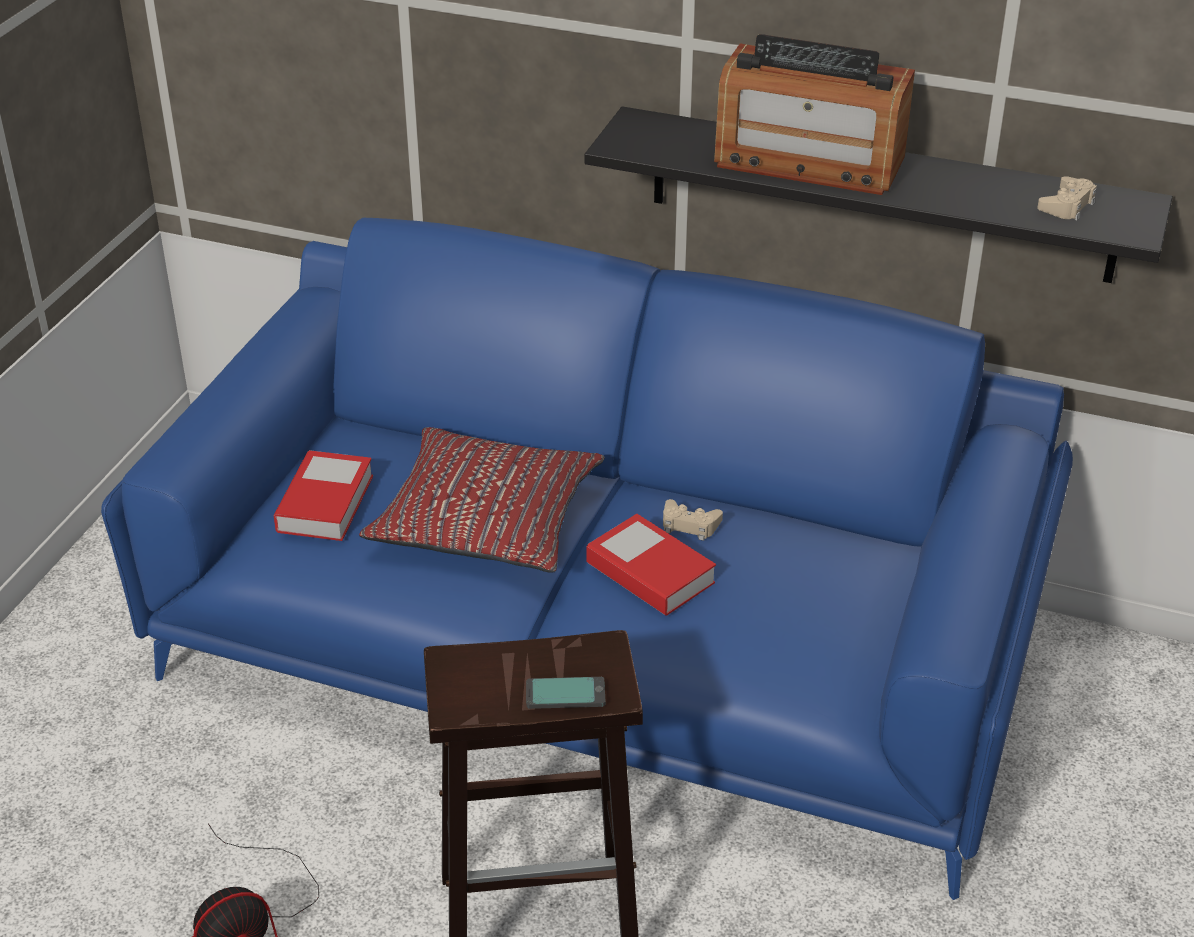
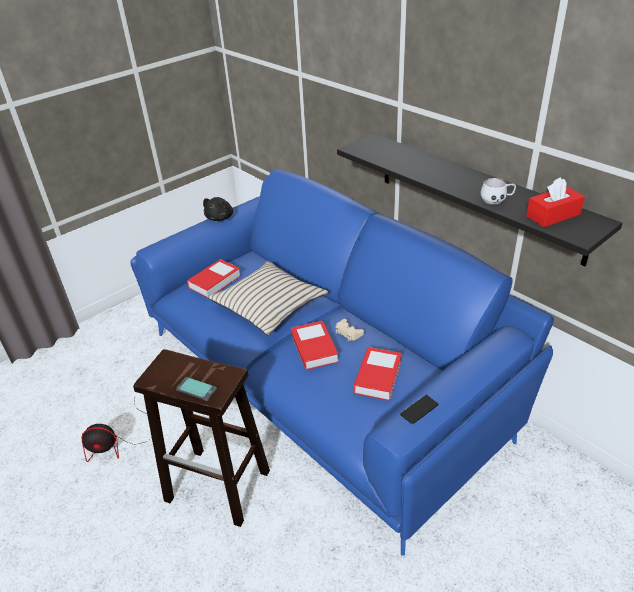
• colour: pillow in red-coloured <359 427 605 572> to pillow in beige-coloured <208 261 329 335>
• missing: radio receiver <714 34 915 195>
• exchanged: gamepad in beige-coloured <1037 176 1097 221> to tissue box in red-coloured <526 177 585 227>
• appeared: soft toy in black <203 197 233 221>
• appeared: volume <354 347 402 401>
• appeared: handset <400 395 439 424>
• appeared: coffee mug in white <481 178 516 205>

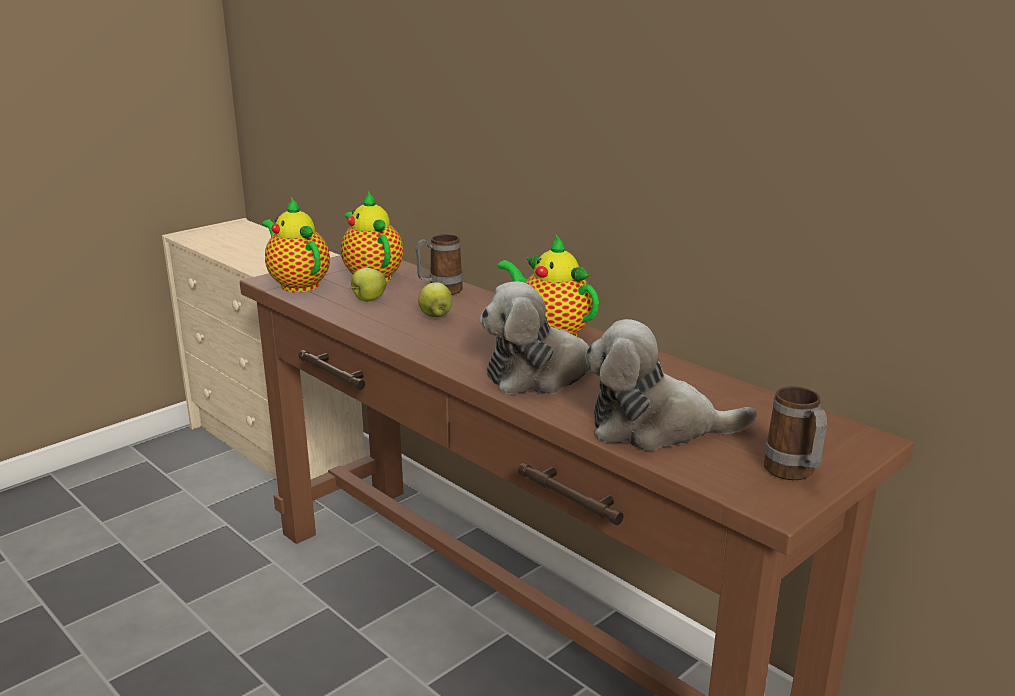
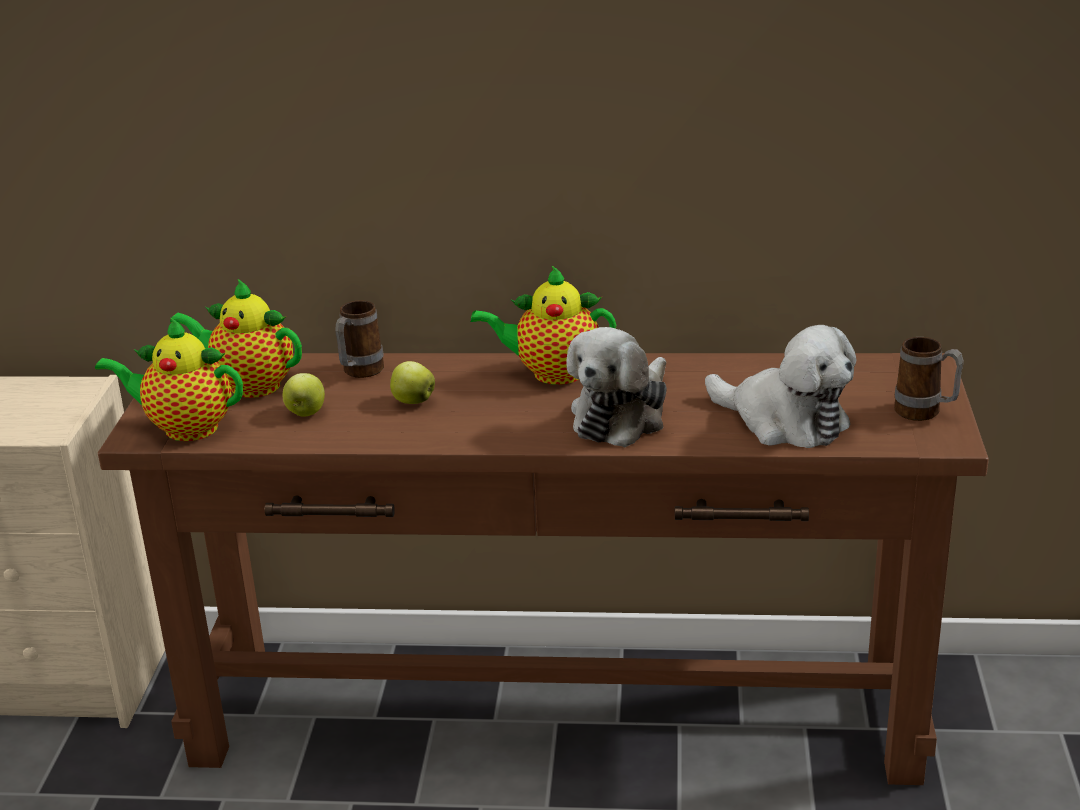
• spun: soft toy <585 319 757 451> = <705 325 856 448> 105 degrees counterclockwise

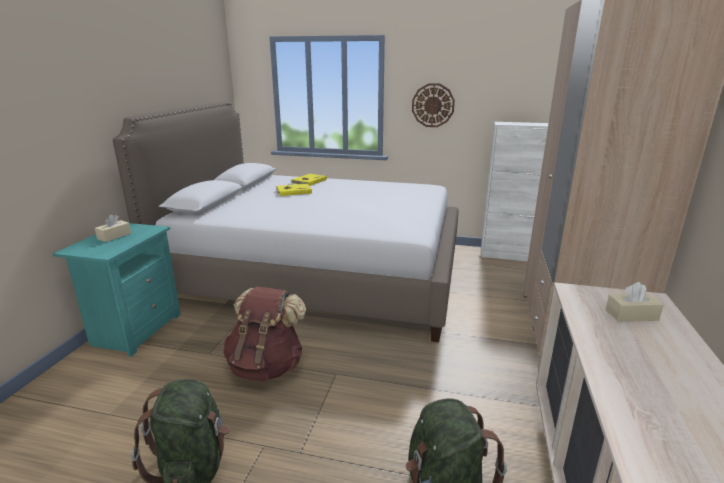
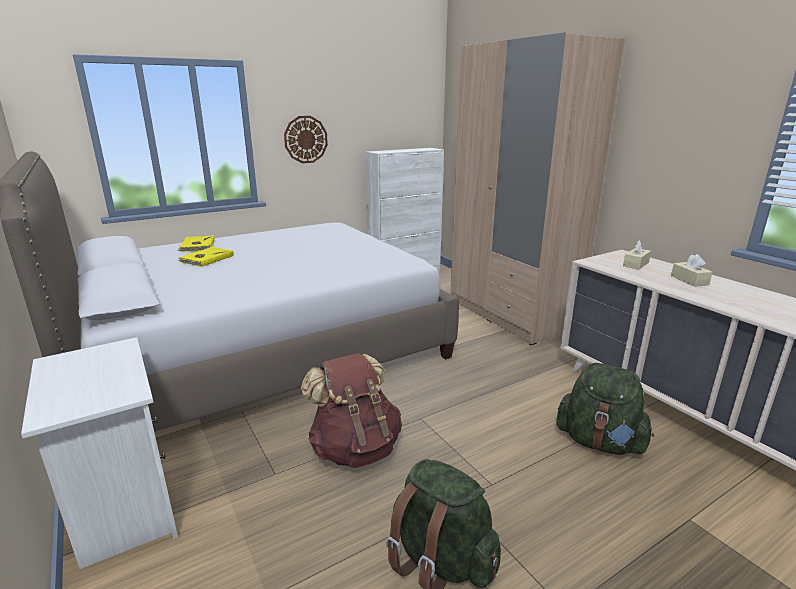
• colour: night table in turquoise <53 223 181 357> to night table in white <21 337 178 569>
• relocated: tissue box in beige-coloured <95 214 131 242> to <671 254 713 287>

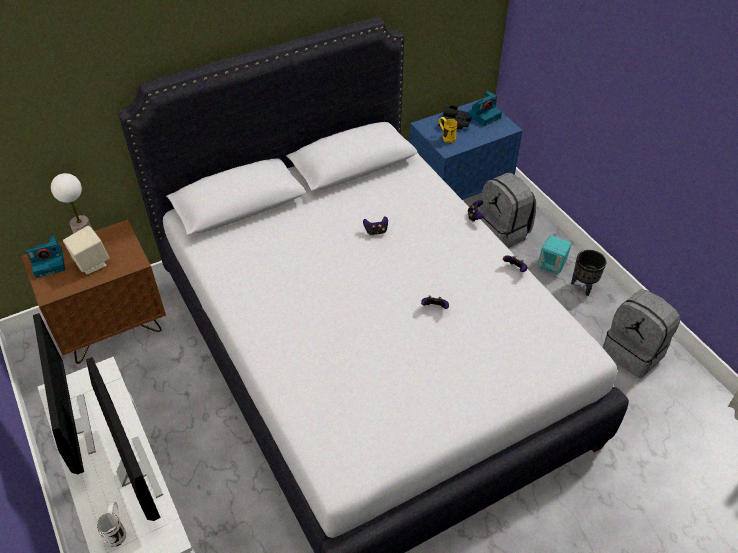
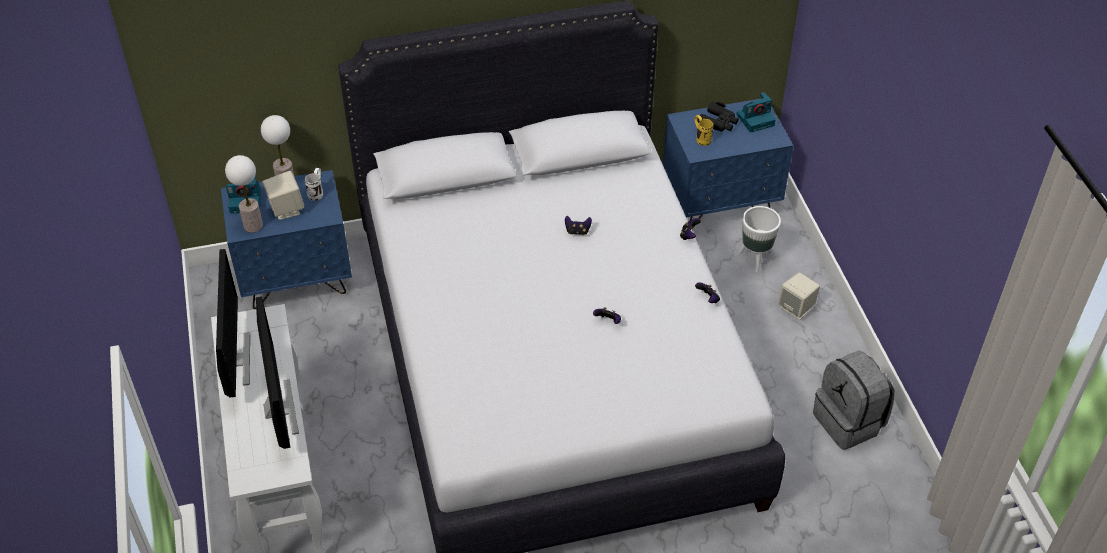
• colour: night table in brownish <21 220 166 364> to night table in blue-coloured <221 170 352 309>
• relocated: coffee mug in white <97 502 126 547> to <305 168 323 201>
• exchanged: rucksack in greyish <478 173 536 248> to planter in white <738 206 781 272>
• colour: audio speaker in turquoise <538 235 572 275> to audio speaker in beige-coloured <778 273 820 320>
• missing: planter in black <571 250 606 296>
• appeared: table lamp <225 155 263 233>

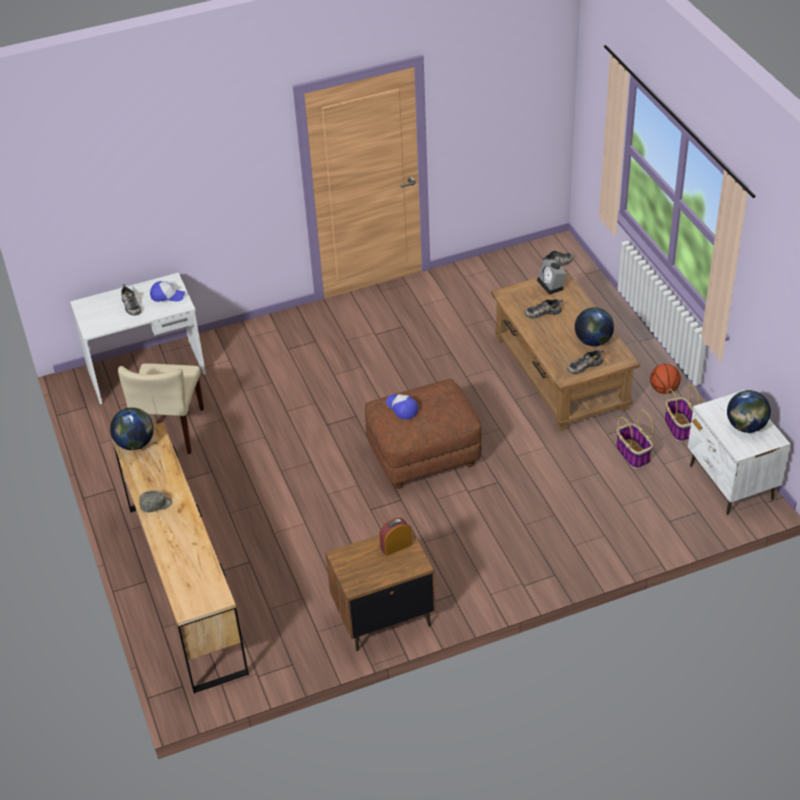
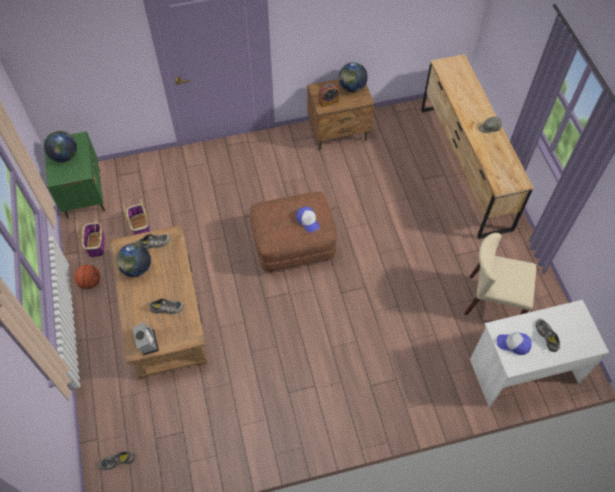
• relocated: globe <110 407 154 450> to <339 62 368 92>
• spun: chair in beige-coloured <118 363 204 454> = <464 233 536 315> 90 degrees counterclockwise
• colour: night table in white <688 390 790 515> to night table in green-coloured <44 131 105 219>

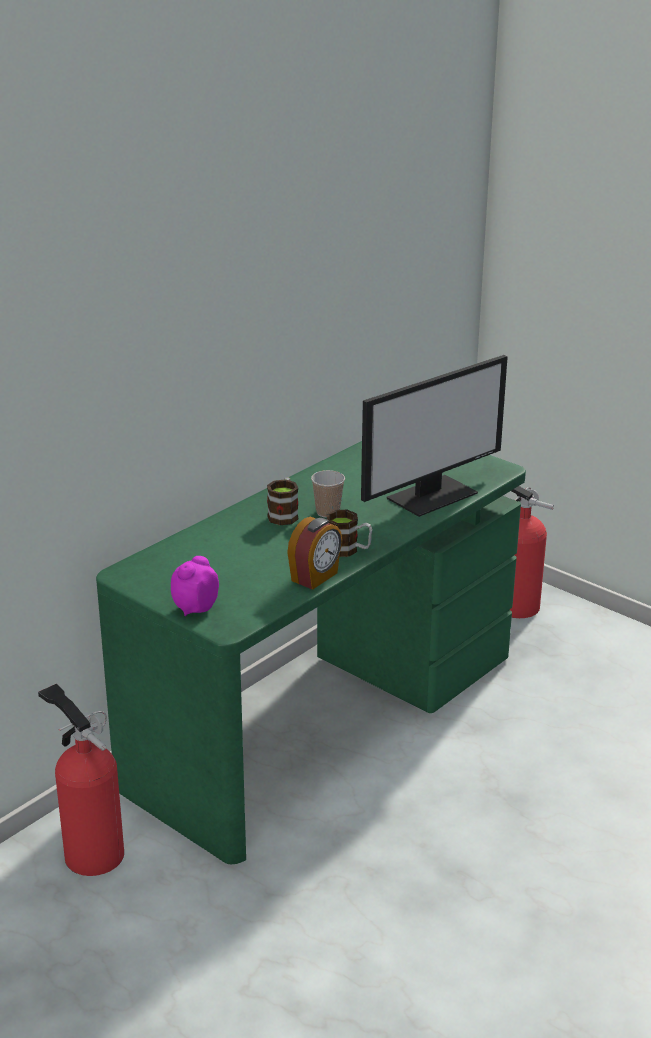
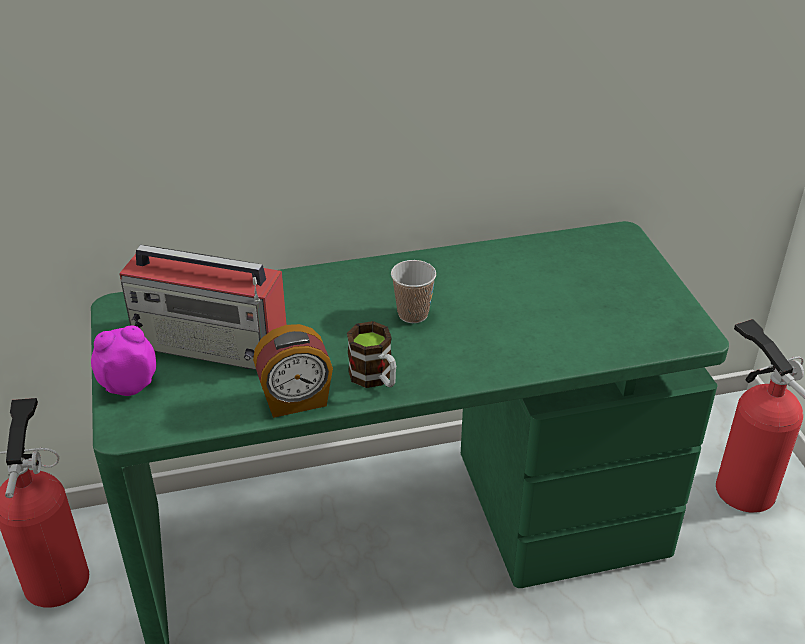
• missing: coffee mug <267 477 298 525>
• missing: monitor <361 355 508 517>
• appeared: radio receiver <119 245 287 370>

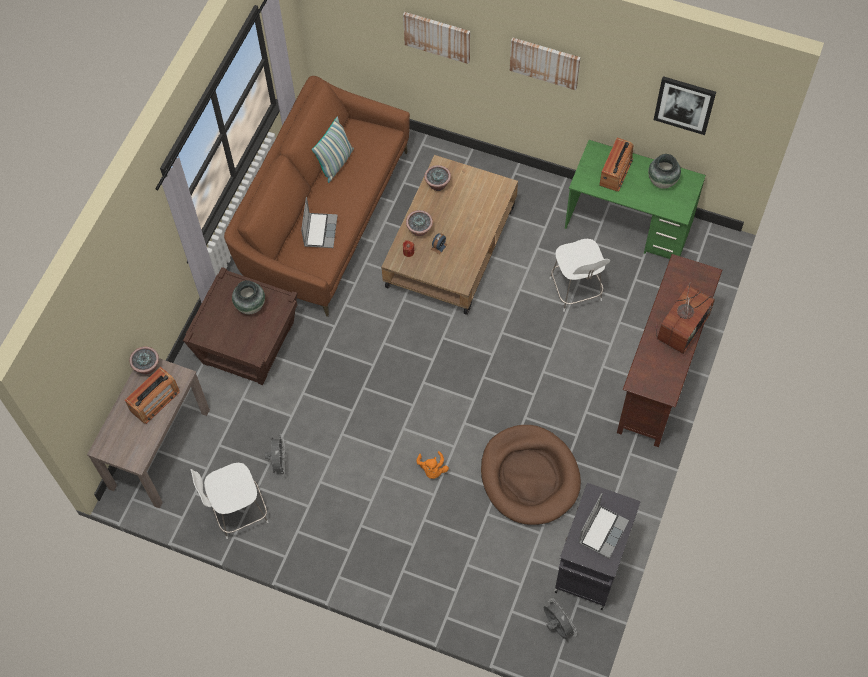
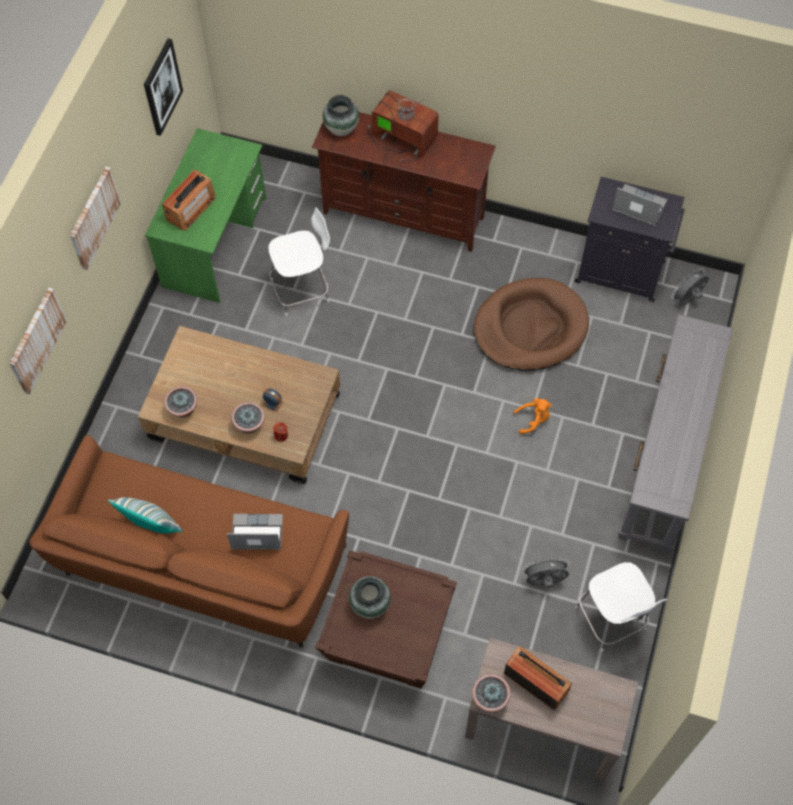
• spun: radio receiver <599 138 633 191> = <162 169 216 231> 105 degrees clockwise
• relocated: vase <648 154 681 189> to <323 95 359 136>
• appeared: narrow table in greyish <618 314 733 553>

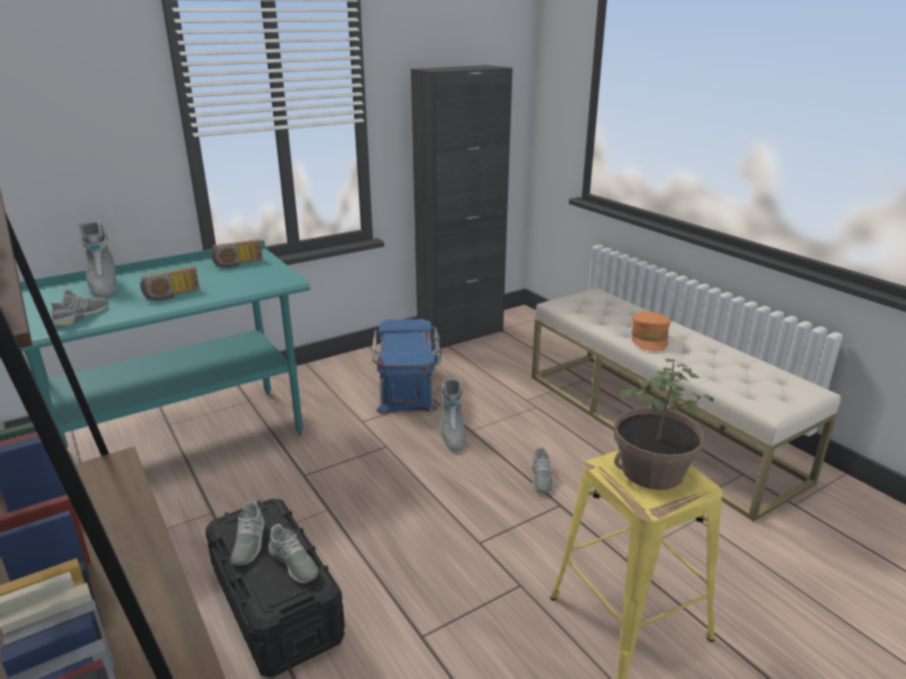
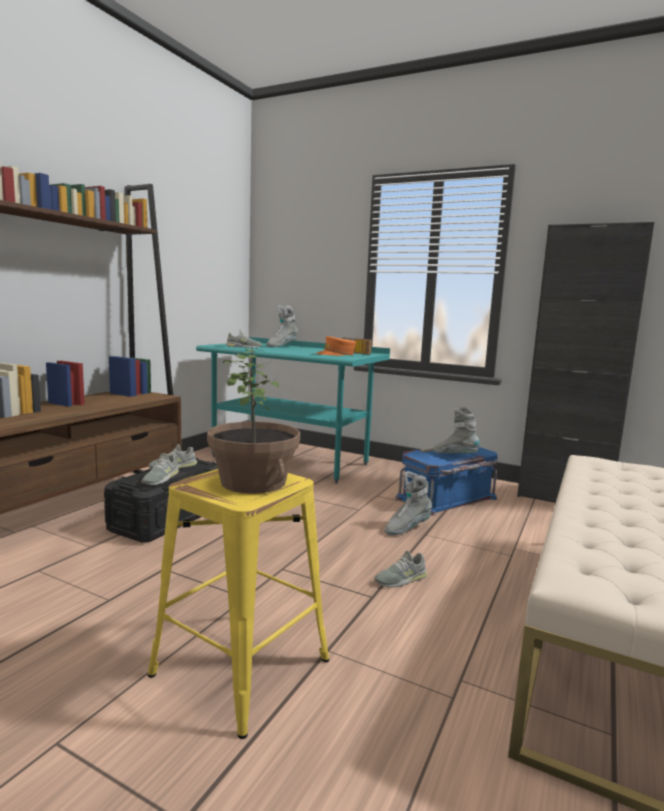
• missing: radio receiver <140 266 199 301>
• relocated: baseball cap in orangey <631 312 671 352> to <316 336 357 356>
• appeared: high-top boot in greyish <433 406 480 454>

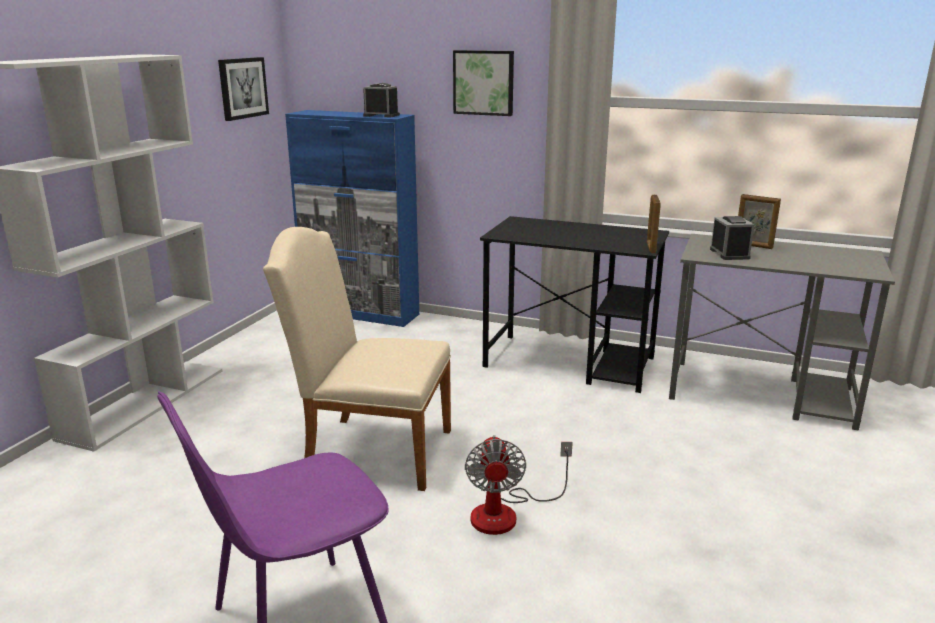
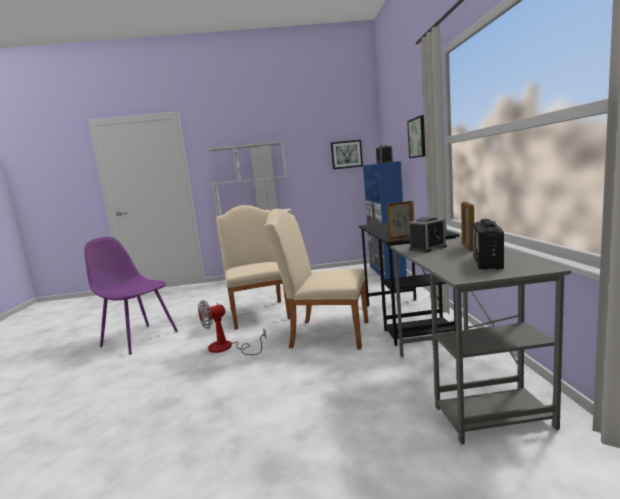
• appeared: chair in beige-coloured <264 209 368 349>
• appeared: radio receiver <472 219 504 270>

